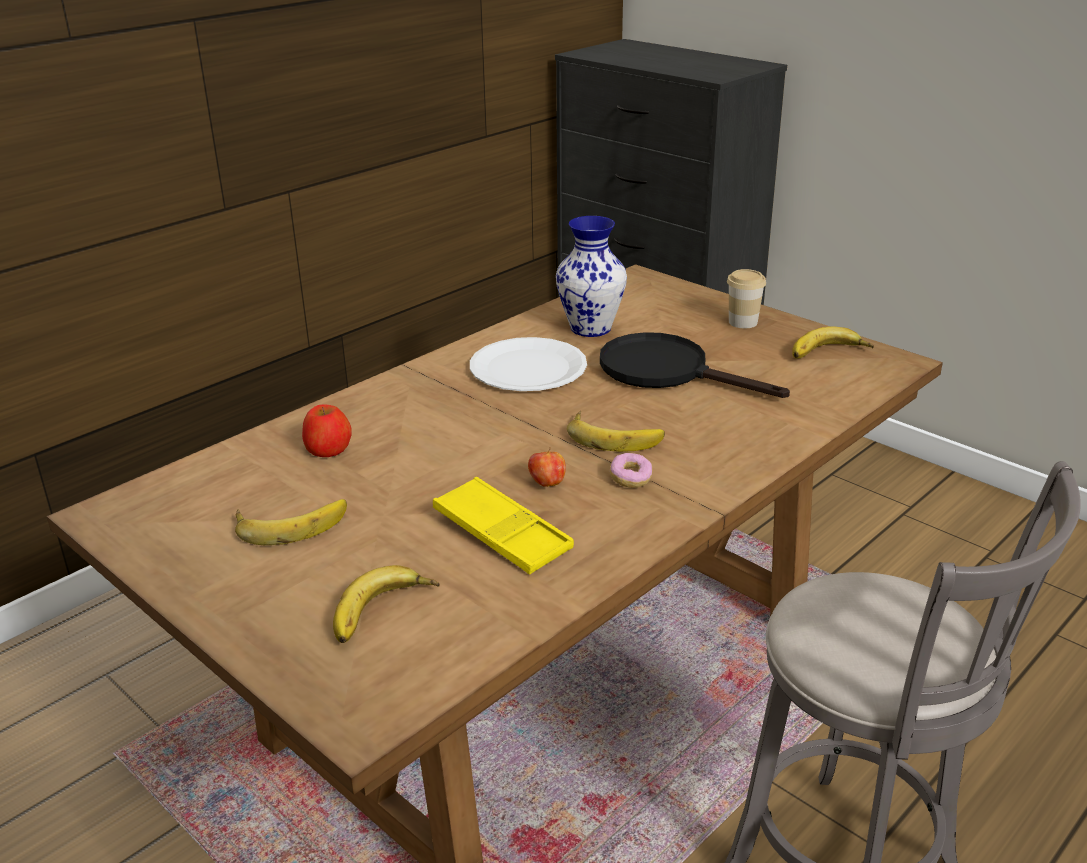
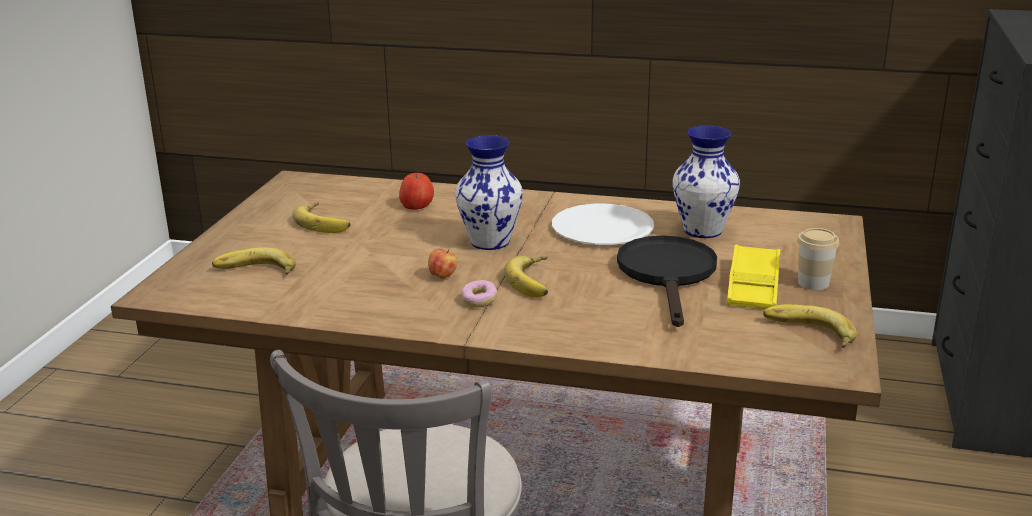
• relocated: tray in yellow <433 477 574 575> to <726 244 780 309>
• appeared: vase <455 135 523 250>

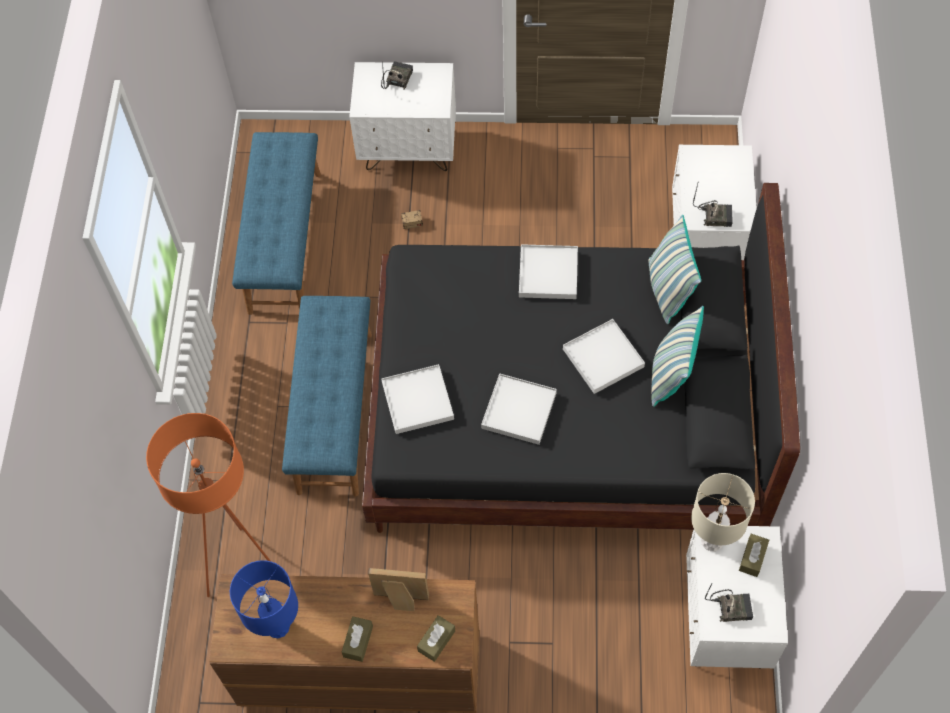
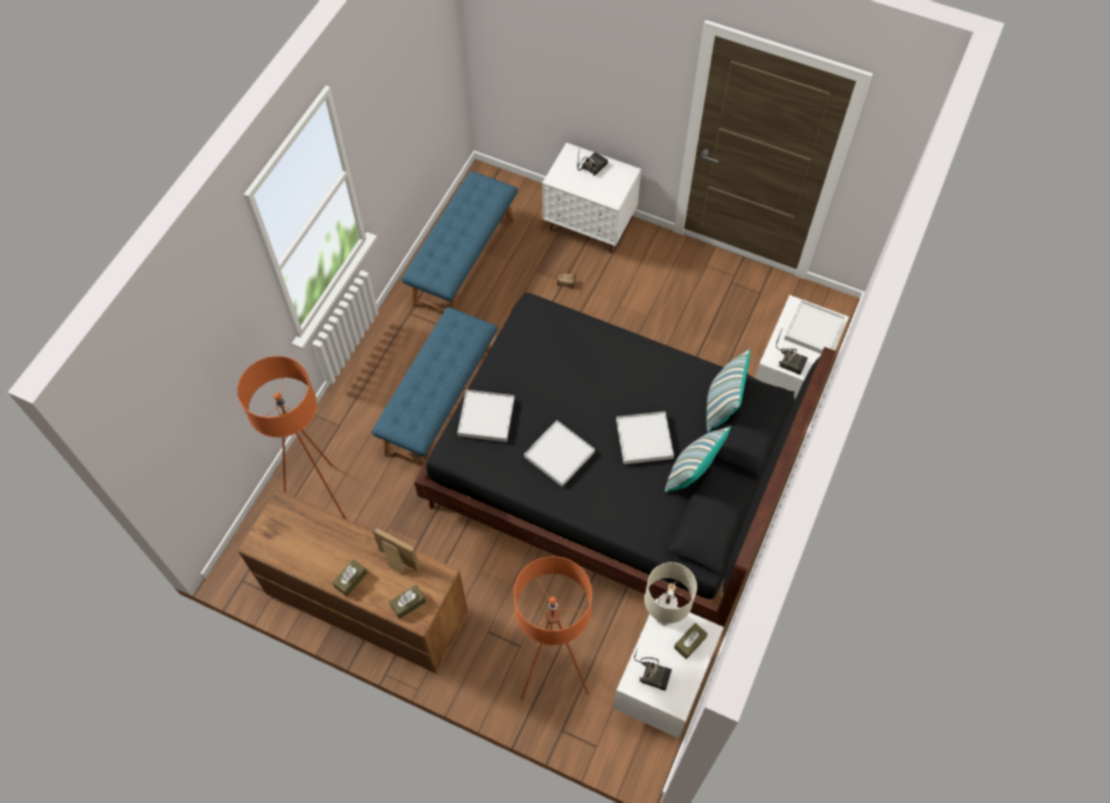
• missing: table lamp in blue-coloured <230 560 298 638>
• relocated: tray in white <519 244 578 299> to <784 300 845 354>
• appeared: standing lamp in orangey <514 556 592 700>

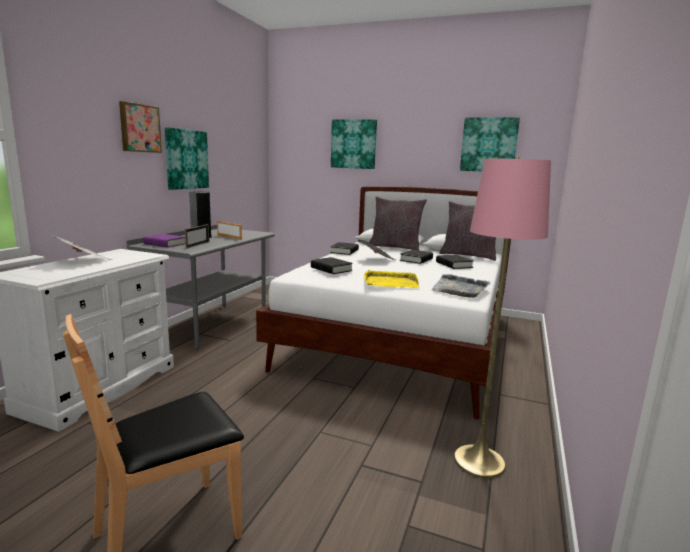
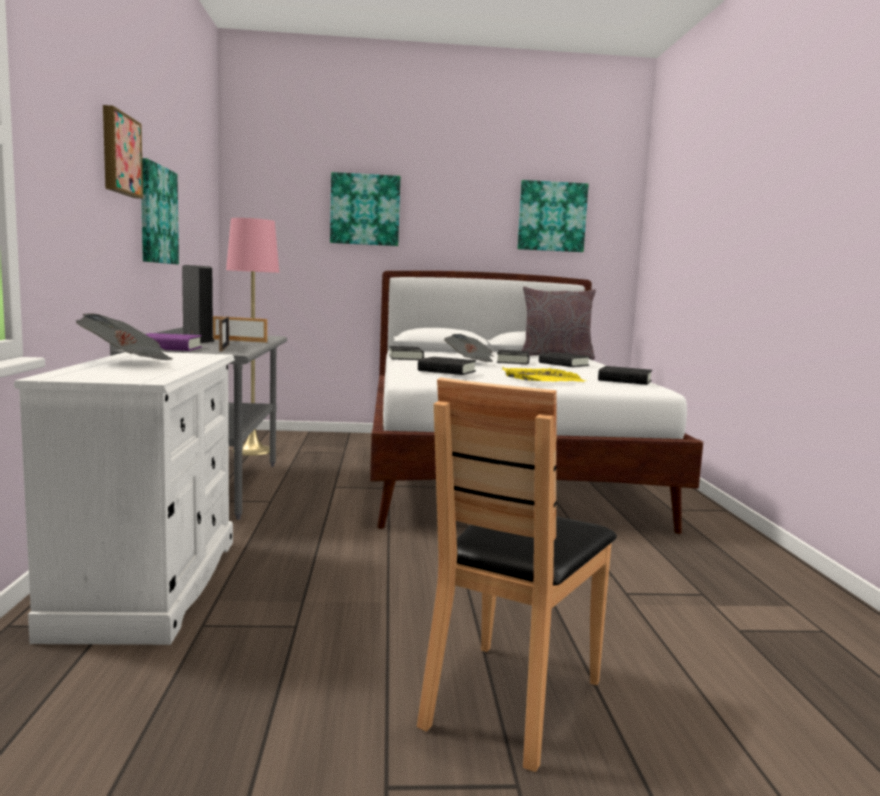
• missing: pillow in greyish <369 196 427 250>
• exchanged: tray in greyish <431 274 490 298> to volume in black <598 366 653 385>
• relocated: standing lamp in pink <454 157 551 479> to <226 218 279 456>

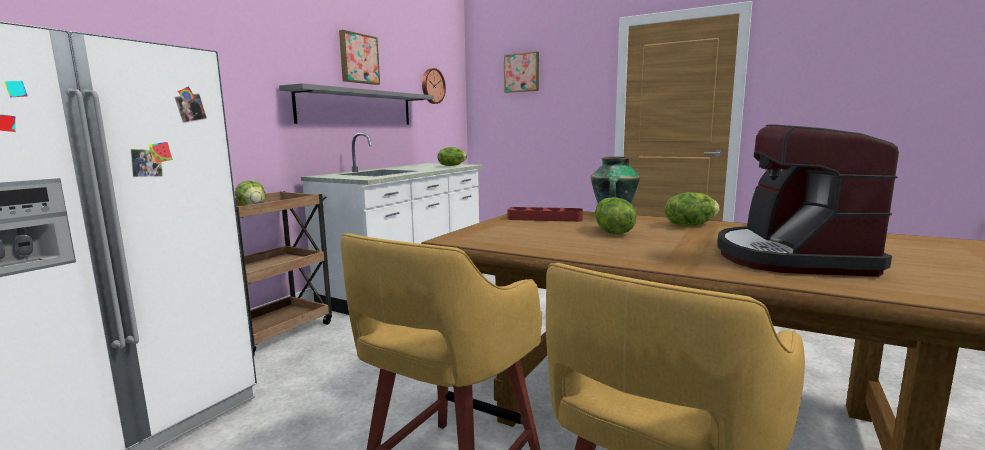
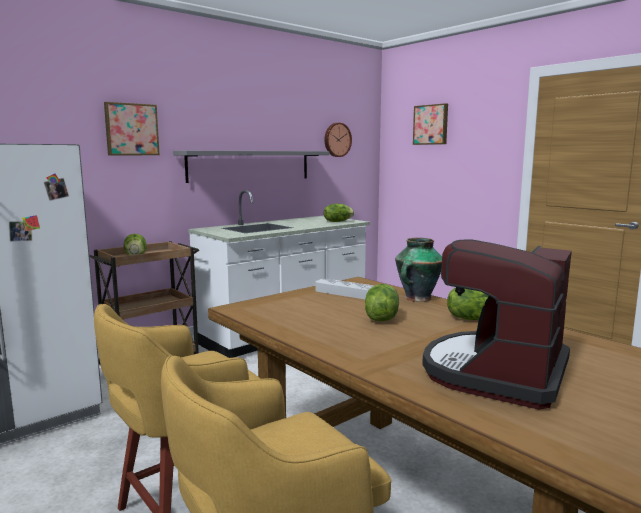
• relocated: wall art <339 30 380 85> to <104 102 160 155>
• colour: tray in red-coloured <507 207 583 222> to tray in greyish <316 279 374 299>

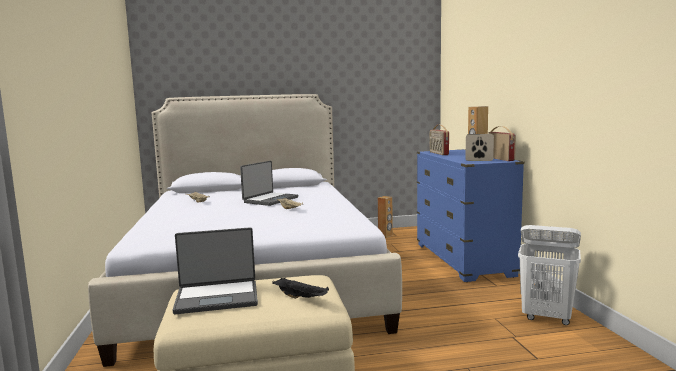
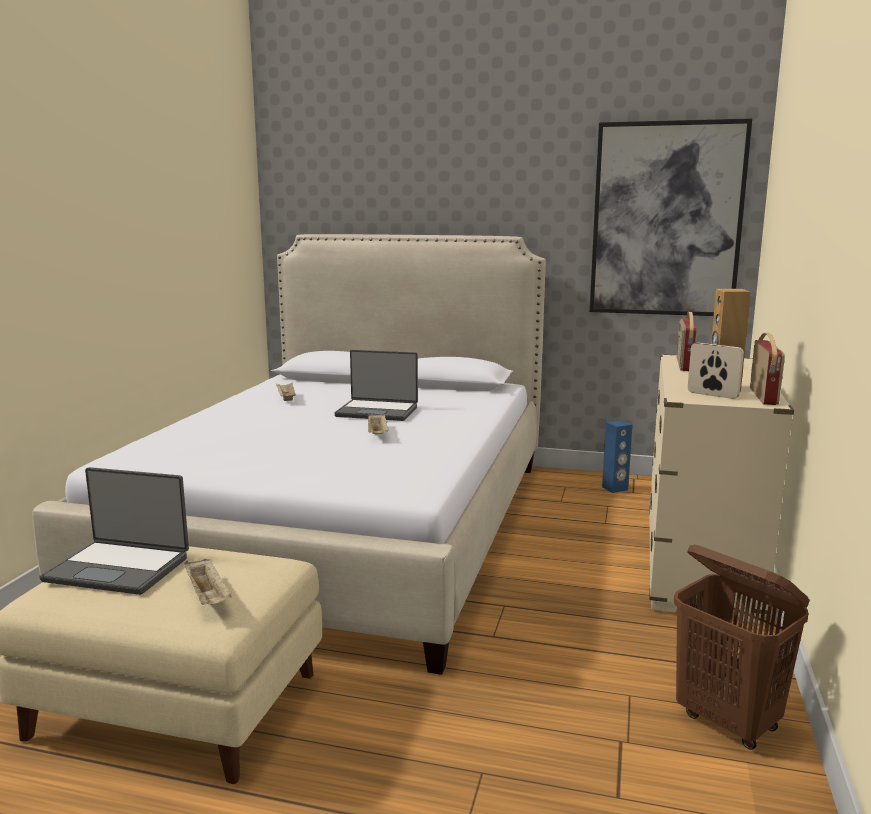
• spun: portable computer <240 161 298 206> = <334 350 418 421> 45 degrees clockwise
• colour: tray in black <272 278 329 299> to tray in beige-coloured <184 558 231 605>
• colour: audio speaker in brownish <378 196 393 238> to audio speaker in blue-coloured <602 420 632 493>
• colour: chest of drawers in blue-coloured <417 149 524 282> to chest of drawers in beige-coloured <649 354 794 624>
• colour: laundry basket in white <518 225 581 325> to laundry basket in brownish <674 545 810 750>
• appeared: wall art <590 118 753 316>

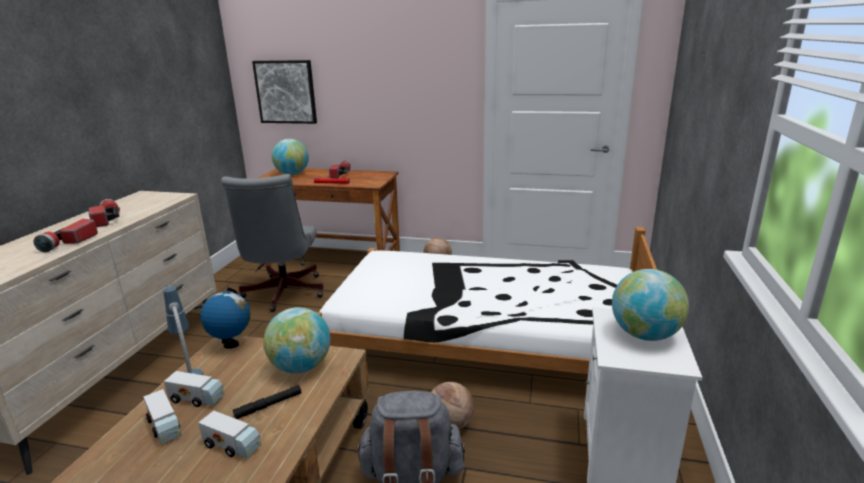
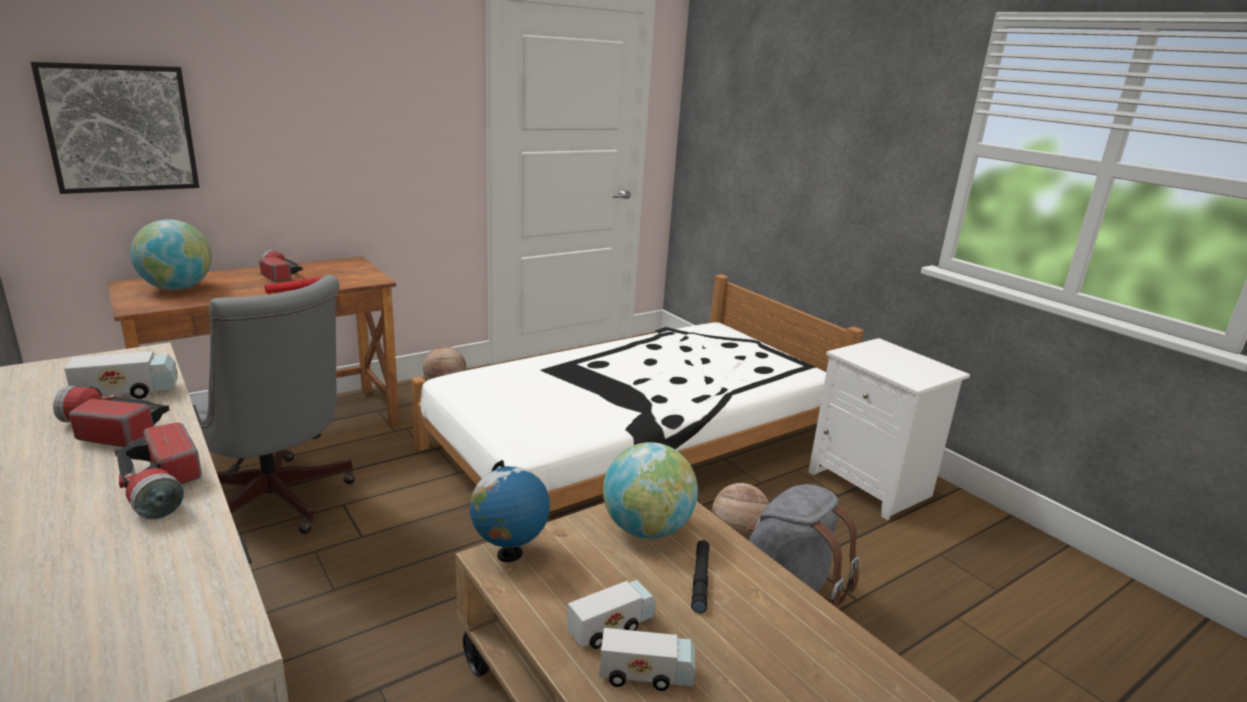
• missing: table lamp <163 286 203 375>
• relocated: model truck <198 411 261 458> to <65 351 178 399>
• missing: globe <612 269 689 341>

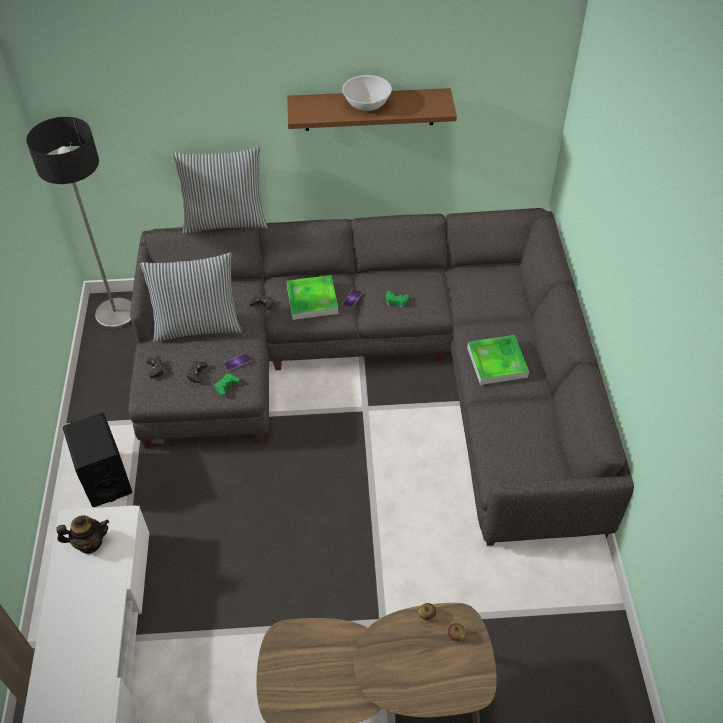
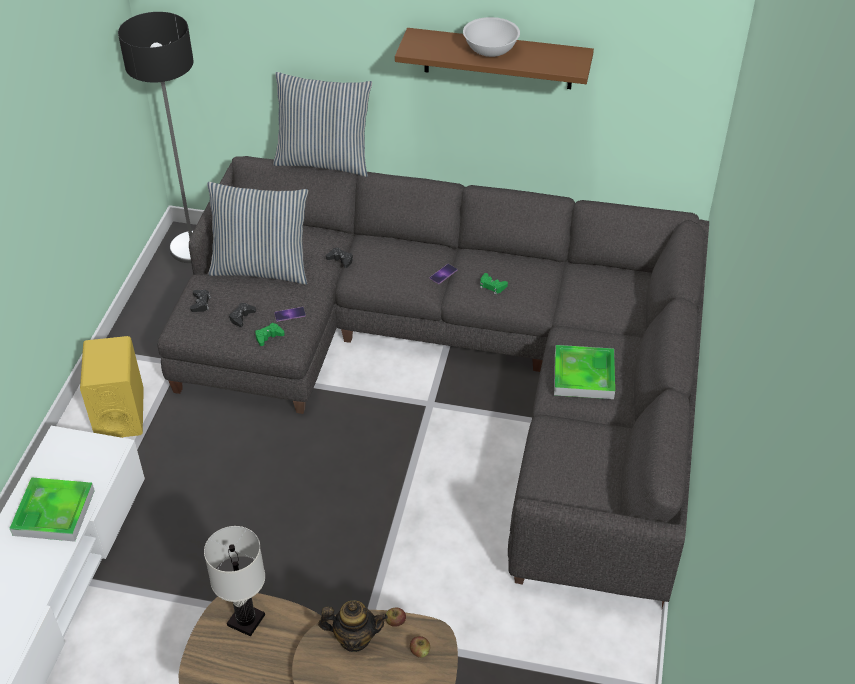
• relocated: teapot <56 515 109 554> to <318 600 388 652>
• colour: audio speaker in black <63 413 132 507> to audio speaker in yellow <80 336 144 438>
• relocated: tray <287 275 339 320> to <9 477 95 542>
• appeared: table lamp in white <204 526 265 637>

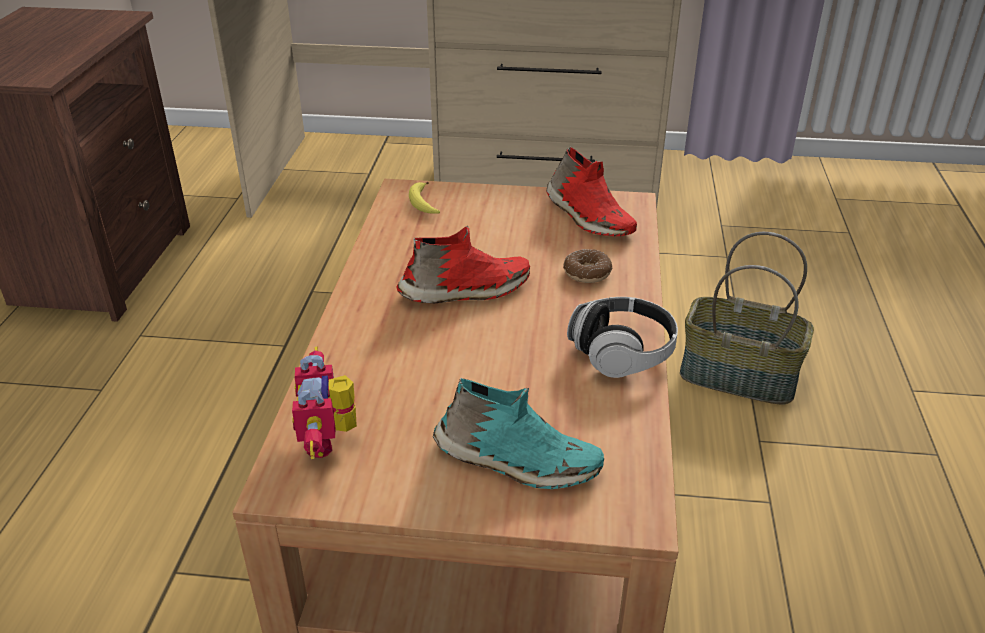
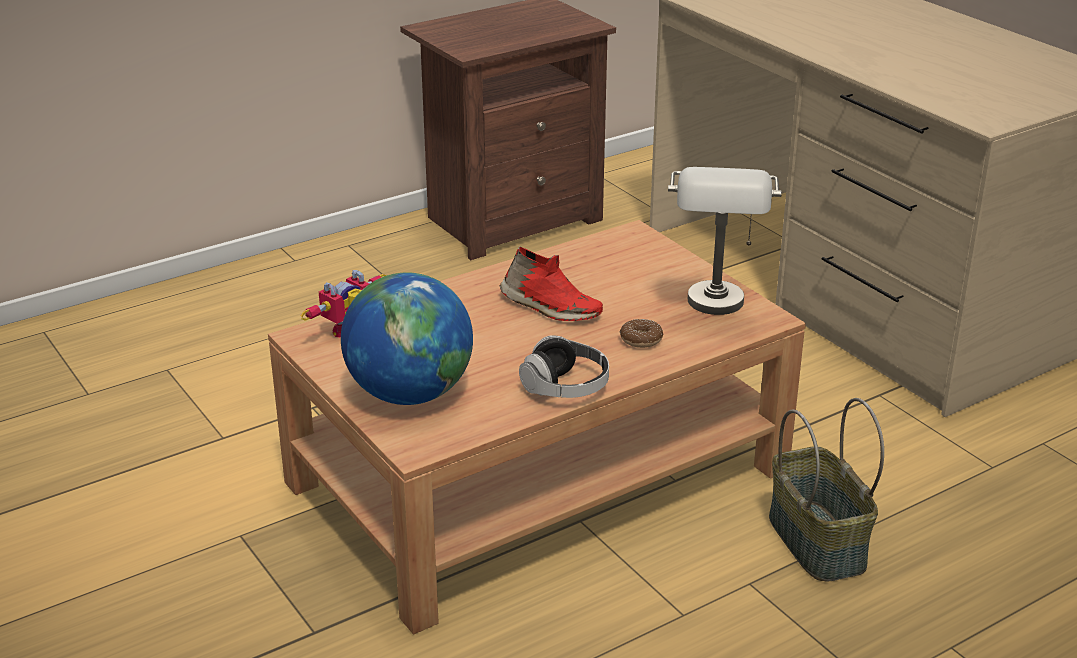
• missing: banana fruit <409 182 440 214>
• exchanged: low shoe in turquoise <433 378 604 489> to globe <341 272 473 405>
• exchanged: low shoe in red-coloured <546 146 637 236> to table lamp in greyish <668 167 782 315>

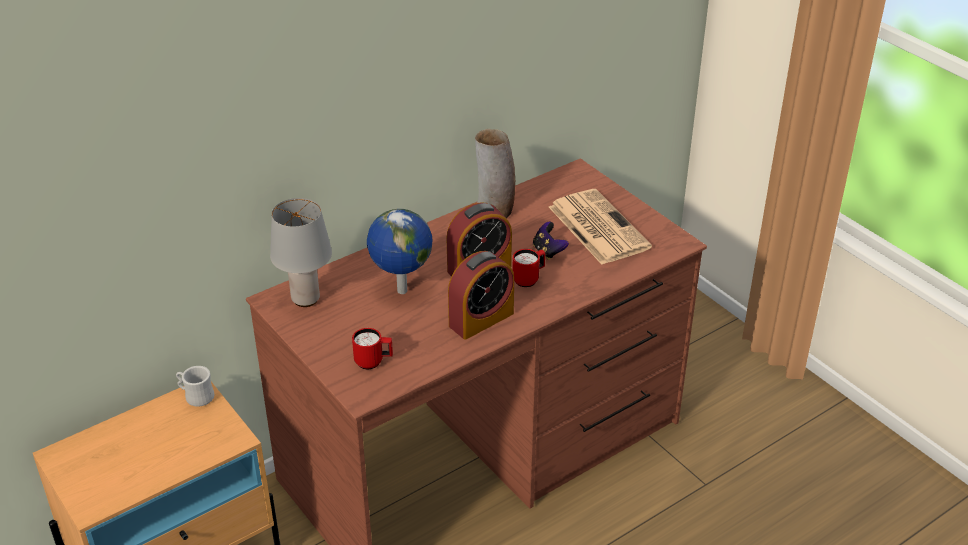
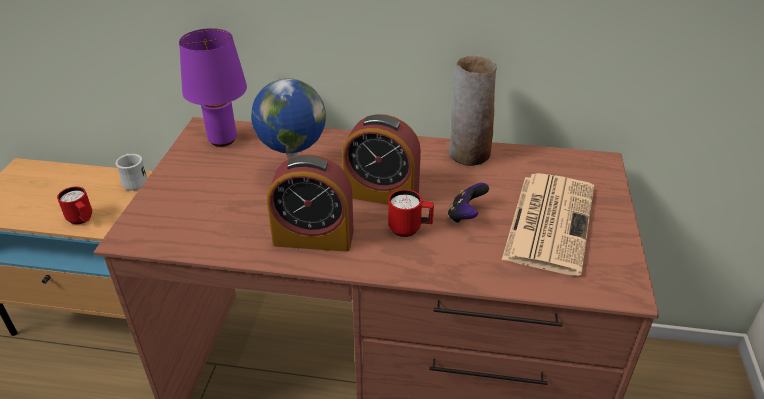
• colour: table lamp in greyish <270 198 332 307> to table lamp in purplish <179 28 247 147>
• relocated: coffee mug in red-coloured <352 328 393 369> to <57 186 92 224>

